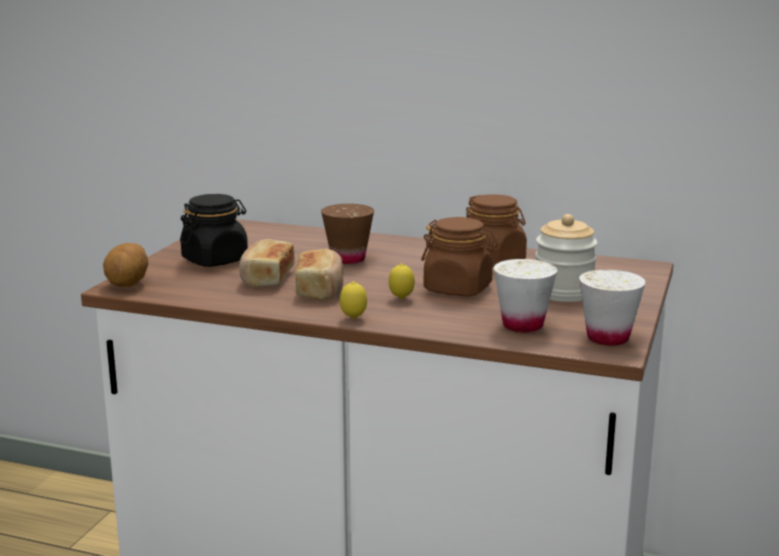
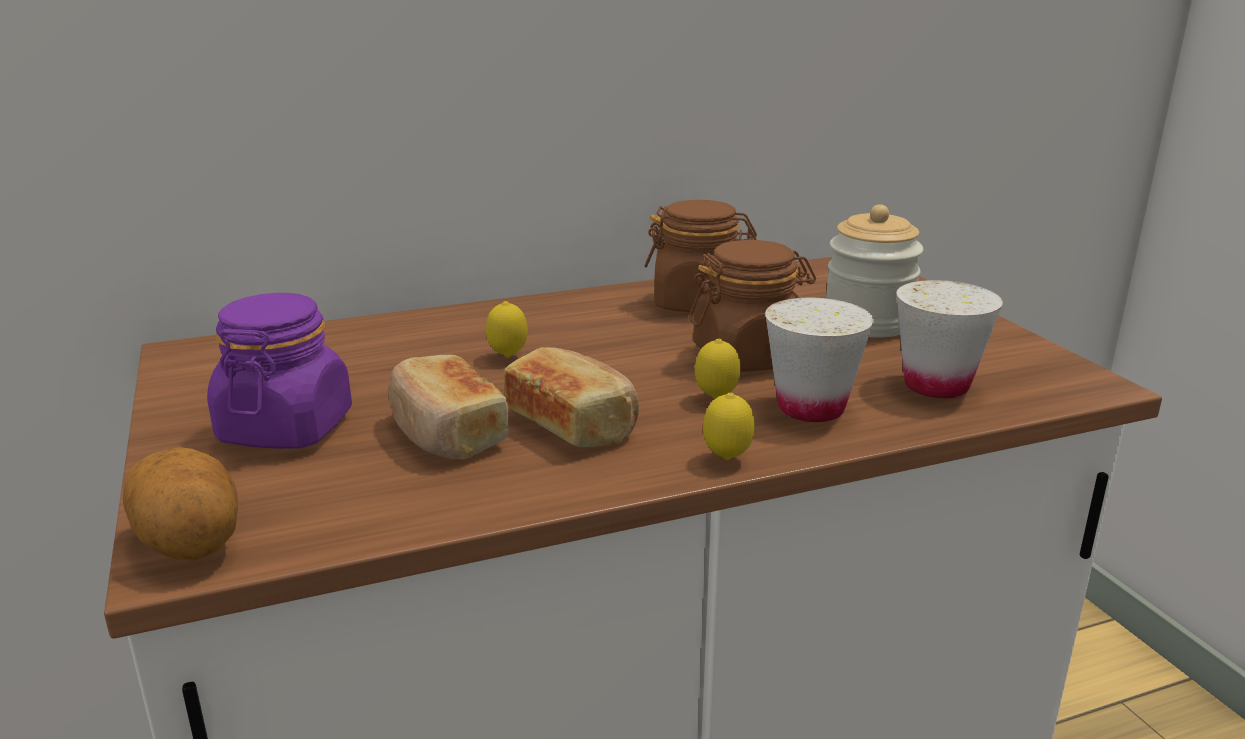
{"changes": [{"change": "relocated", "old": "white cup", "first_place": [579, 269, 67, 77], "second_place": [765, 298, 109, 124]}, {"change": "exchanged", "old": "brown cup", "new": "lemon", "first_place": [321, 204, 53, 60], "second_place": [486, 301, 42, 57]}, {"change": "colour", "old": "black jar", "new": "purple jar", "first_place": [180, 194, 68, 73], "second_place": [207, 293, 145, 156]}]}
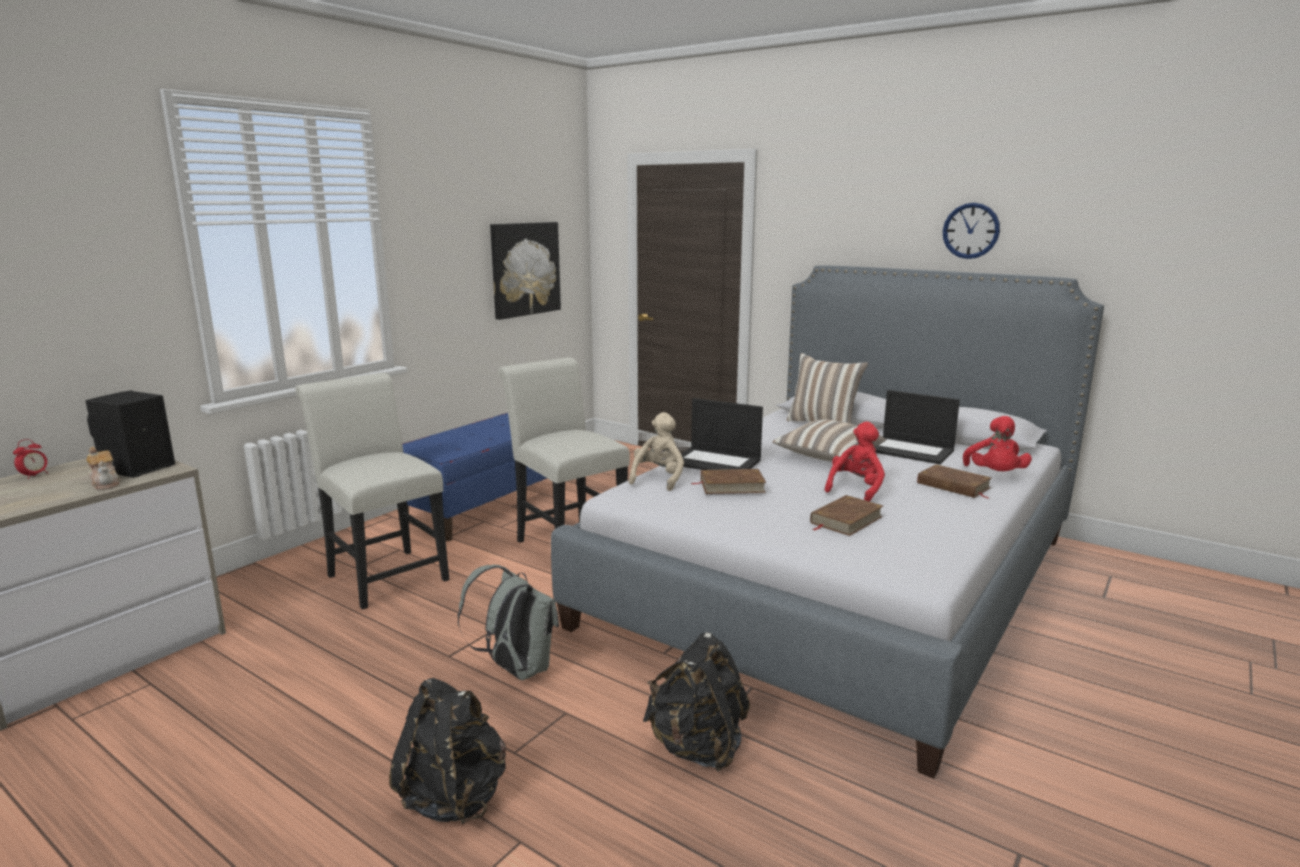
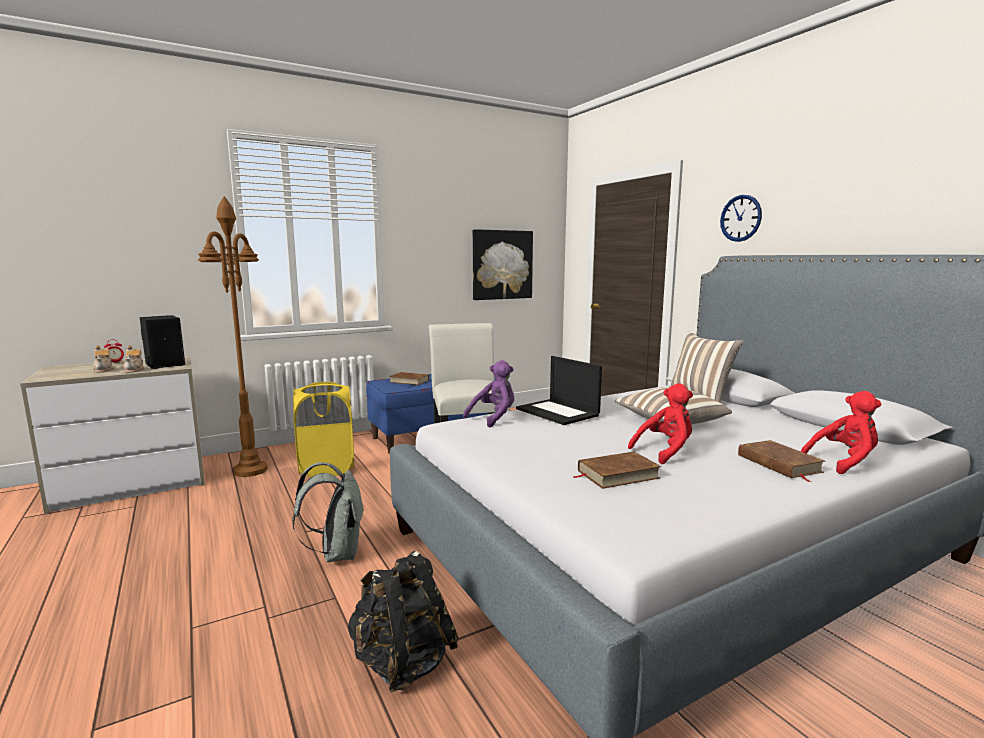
{"changes": [{"change": "missing", "old": "black backpack", "first_place": [389, 678, 117, 146]}, {"change": "missing", "old": "laptop", "first_place": [875, 390, 85, 74]}, {"change": "appeared", "new": "teapot", "second_place": [93, 345, 21, 28]}, {"change": "appeared", "new": "brown floor lamp", "second_place": [198, 196, 70, 281]}, {"change": "relocated", "old": "brown book", "first_place": [692, 469, 74, 25], "second_place": [389, 372, 40, 13]}, {"change": "relocated", "old": "wall clock", "first_place": [943, 203, 57, 56], "second_place": [720, 195, 42, 47]}, {"change": "exchanged", "old": "white chair", "new": "yellow laundry basket", "first_place": [295, 373, 155, 236], "second_place": [293, 381, 61, 96]}, {"change": "colour", "old": "beige plush toy", "new": "purple plush toy", "first_place": [629, 412, 55, 79], "second_place": [463, 360, 51, 67]}, {"change": "spun", "old": "red plush toy", "first_place": [963, 416, 69, 55], "second_place": [801, 391, 80, 83], "degrees": -135}]}
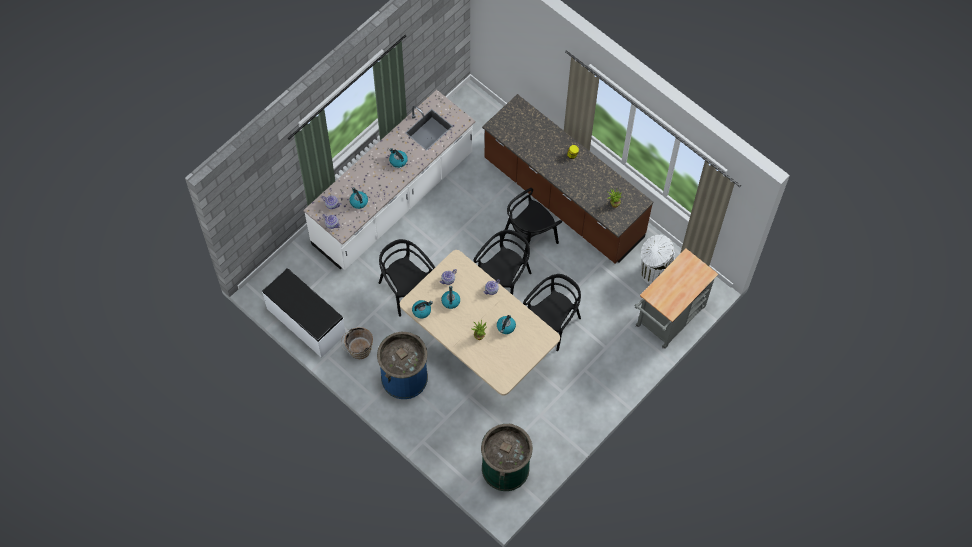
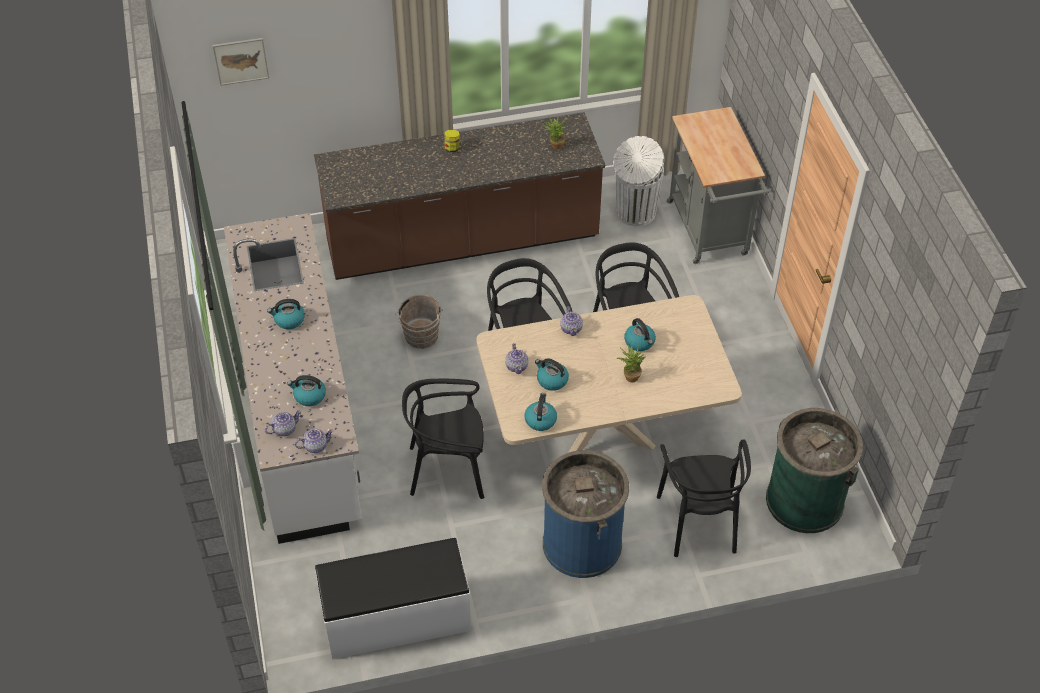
{"changes": [{"change": "appeared", "new": "picture", "second_place": [212, 38, 57, 48]}, {"change": "relocated", "old": "brown bucket", "first_place": [341, 327, 32, 32], "second_place": [396, 295, 47, 54]}, {"change": "relocated", "old": "black chair", "first_place": [503, 188, 59, 71], "second_place": [657, 439, 94, 118]}]}
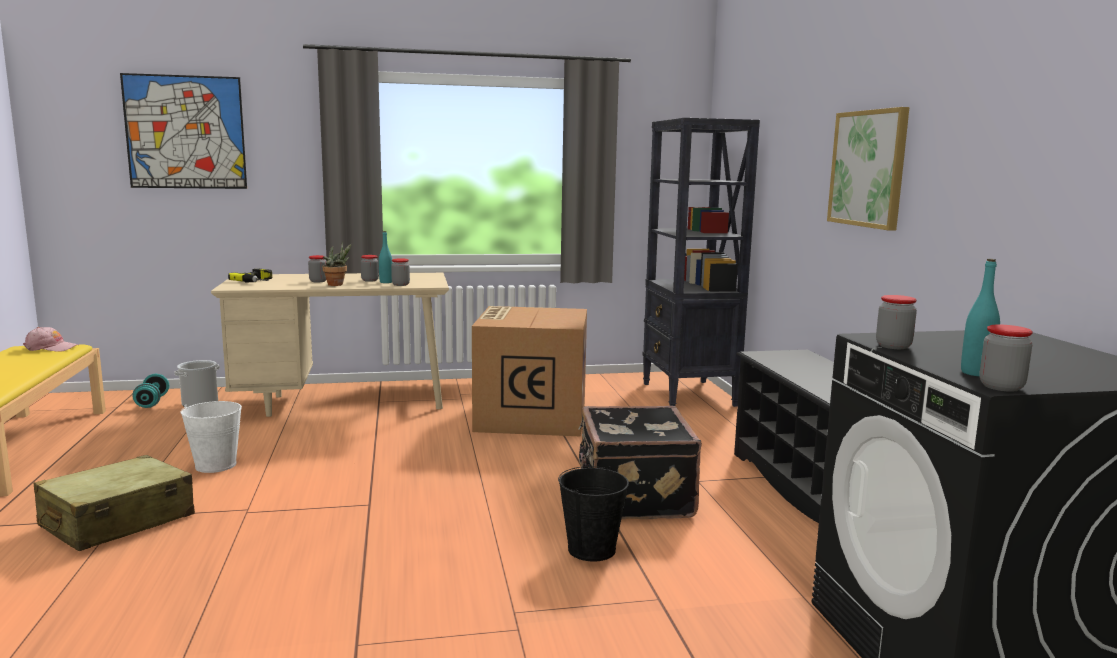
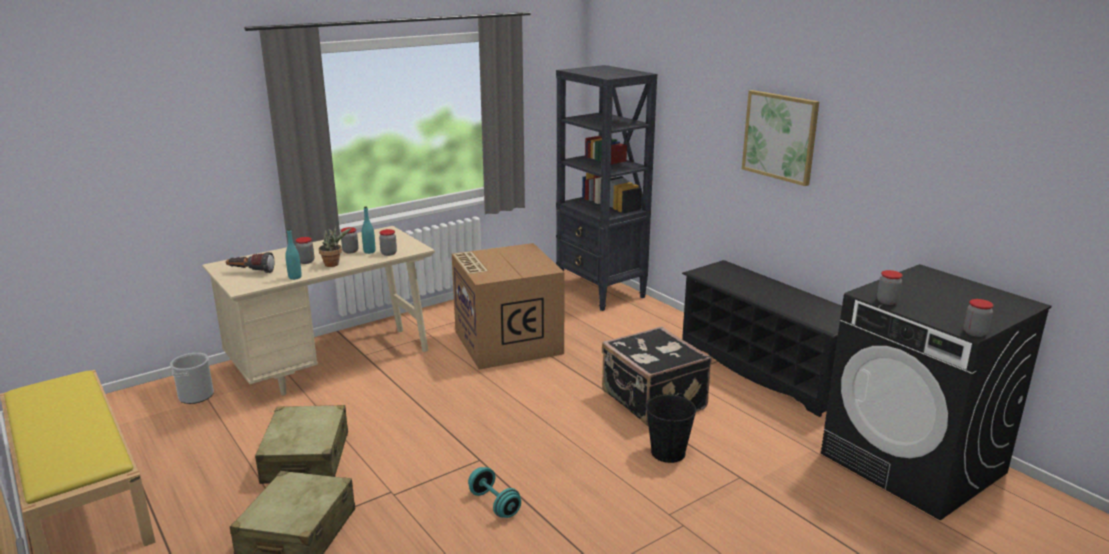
{"changes": [{"change": "missing", "old": "pink cap", "first_place": [23, 327, 56, 25]}, {"change": "missing", "old": "picture", "first_place": [120, 73, 127, 116]}, {"change": "relocated", "old": "turquoise dumbbell", "first_place": [132, 374, 37, 34], "second_place": [468, 467, 53, 51]}, {"change": "relocated", "old": "turquoise bottle", "first_place": [961, 259, 39, 117], "second_place": [285, 229, 17, 51]}, {"change": "exchanged", "old": "white bucket", "new": "beige suitcase", "first_place": [180, 401, 62, 72], "second_place": [255, 405, 93, 79]}, {"change": "exchanged", "old": "power drill", "new": "flashlight", "first_place": [228, 269, 44, 14], "second_place": [226, 252, 48, 21]}]}
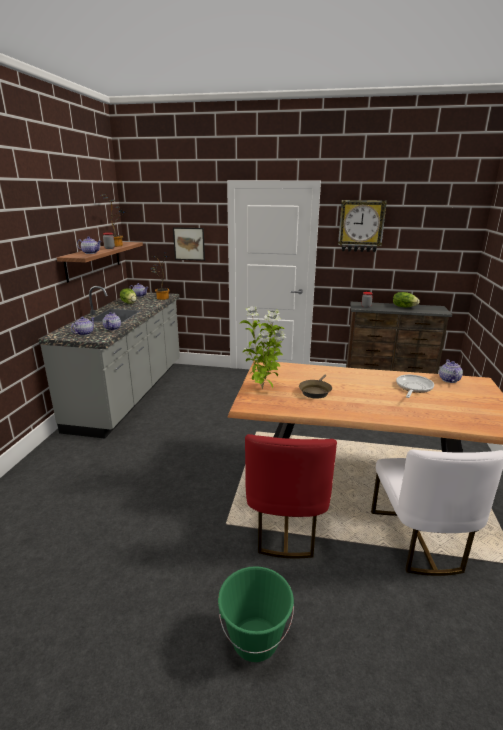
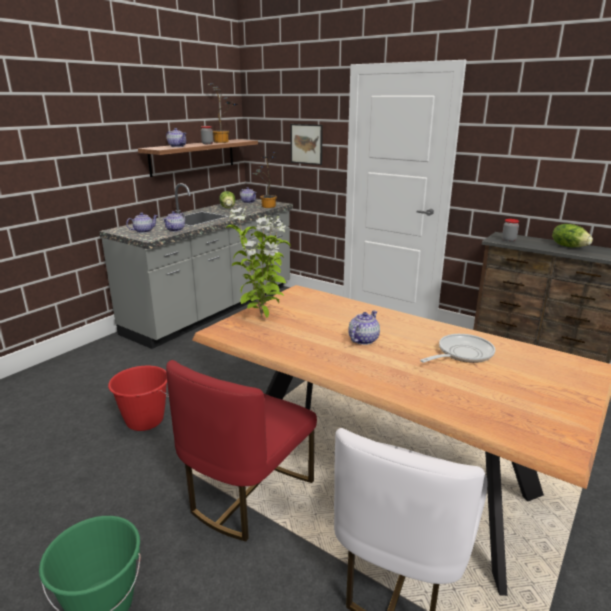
{"changes": [{"change": "missing", "old": "brown frying pan", "first_place": [299, 375, 33, 24]}, {"change": "missing", "old": "wall clock", "first_place": [338, 200, 49, 52]}, {"change": "appeared", "new": "red bucket", "second_place": [108, 366, 61, 65]}, {"change": "relocated", "old": "teapot", "first_place": [439, 360, 24, 23], "second_place": [348, 311, 32, 34]}]}
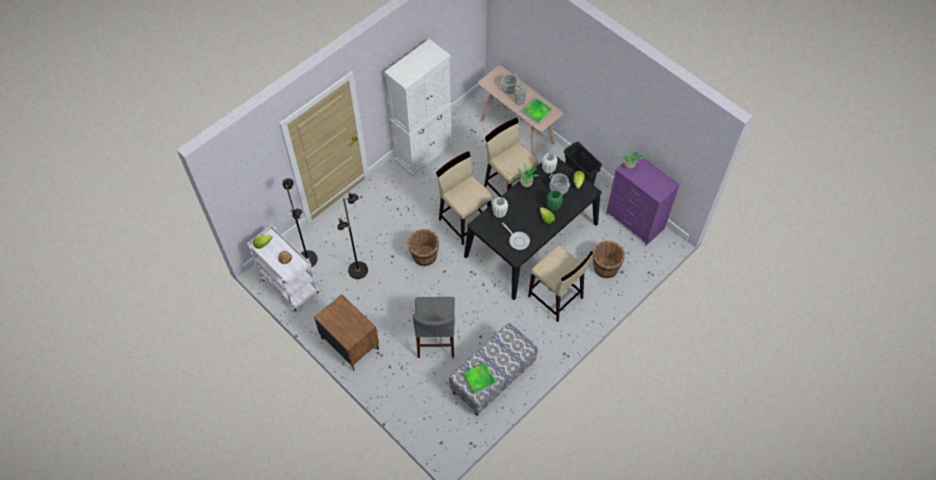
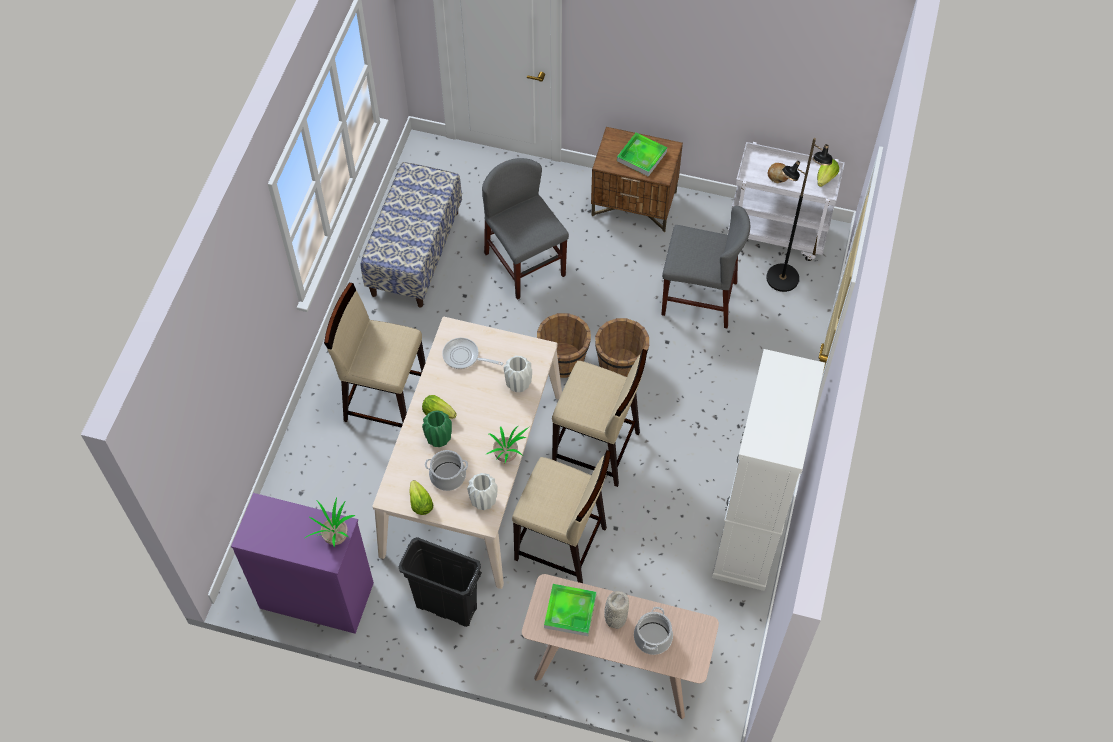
{"changes": [{"change": "relocated", "old": "tray", "first_place": [463, 362, 34, 33], "second_place": [617, 133, 50, 44]}, {"change": "relocated", "old": "brown bucket", "first_place": [593, 241, 32, 38], "second_place": [537, 313, 54, 65]}, {"change": "exchanged", "old": "black floor lamp", "new": "grey chair", "first_place": [337, 192, 31, 87], "second_place": [661, 206, 89, 123]}, {"change": "colour", "old": "black dining table", "new": "beige dining table", "first_place": [464, 153, 137, 147], "second_place": [372, 317, 190, 272]}]}
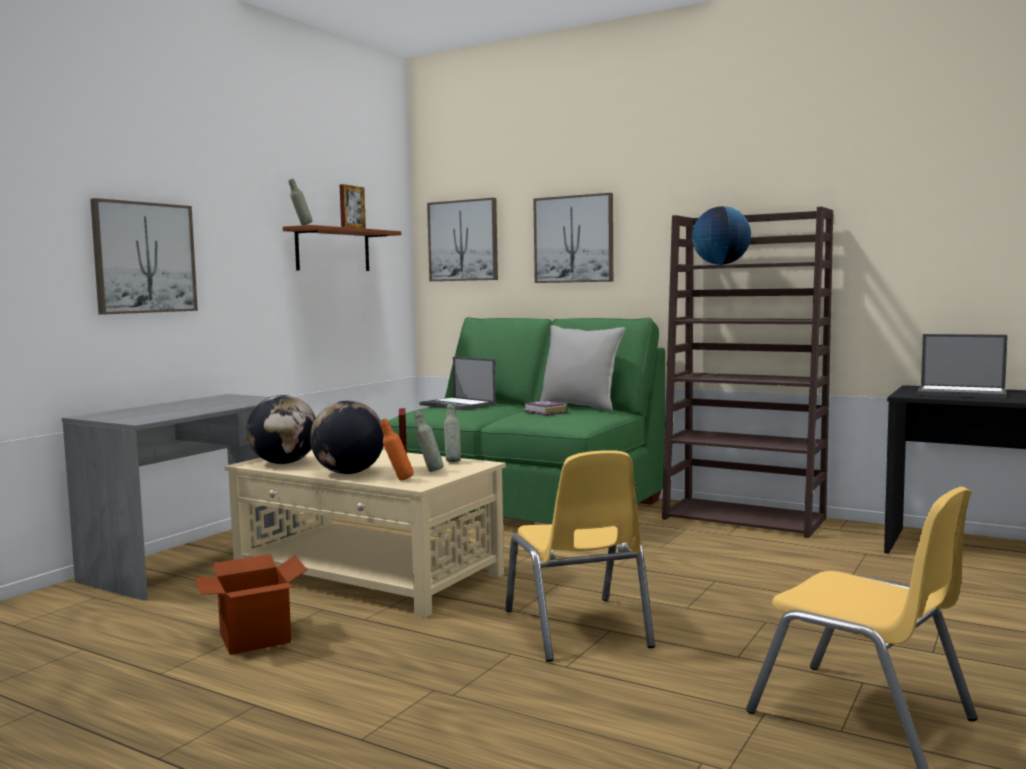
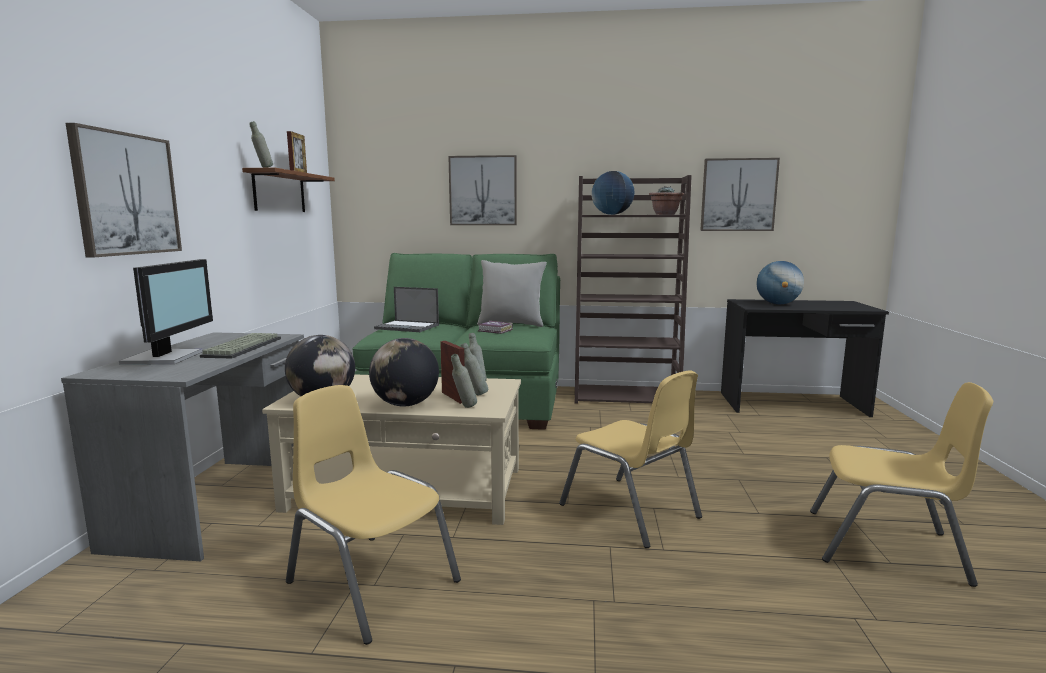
{"changes": [{"change": "appeared", "new": "monitor", "second_place": [119, 259, 94, 106]}, {"change": "appeared", "new": "keyboard", "second_place": [200, 333, 81, 25]}, {"change": "appeared", "new": "potted plant", "second_place": [649, 186, 35, 29]}, {"change": "relocated", "old": "picture", "first_place": [427, 198, 71, 83], "second_place": [700, 158, 80, 73]}, {"change": "exchanged", "old": "cardboard box", "new": "yellow chair", "first_place": [194, 554, 113, 101], "second_place": [286, 385, 175, 260]}, {"change": "exchanged", "old": "laptop", "new": "globe", "first_place": [917, 334, 91, 65], "second_place": [757, 261, 47, 44]}, {"change": "colour", "old": "orange bottle", "new": "grey bottle", "first_place": [380, 418, 34, 63], "second_place": [451, 354, 26, 54]}]}
